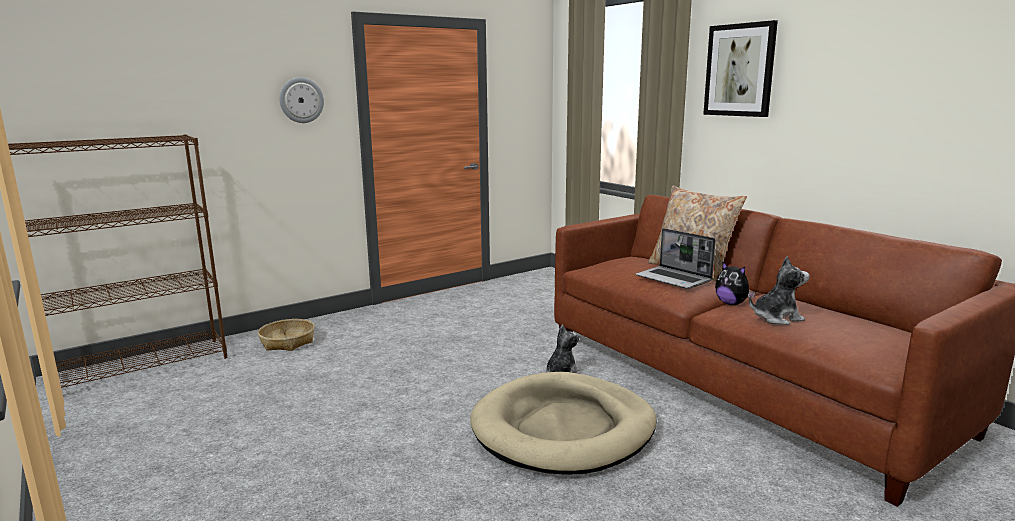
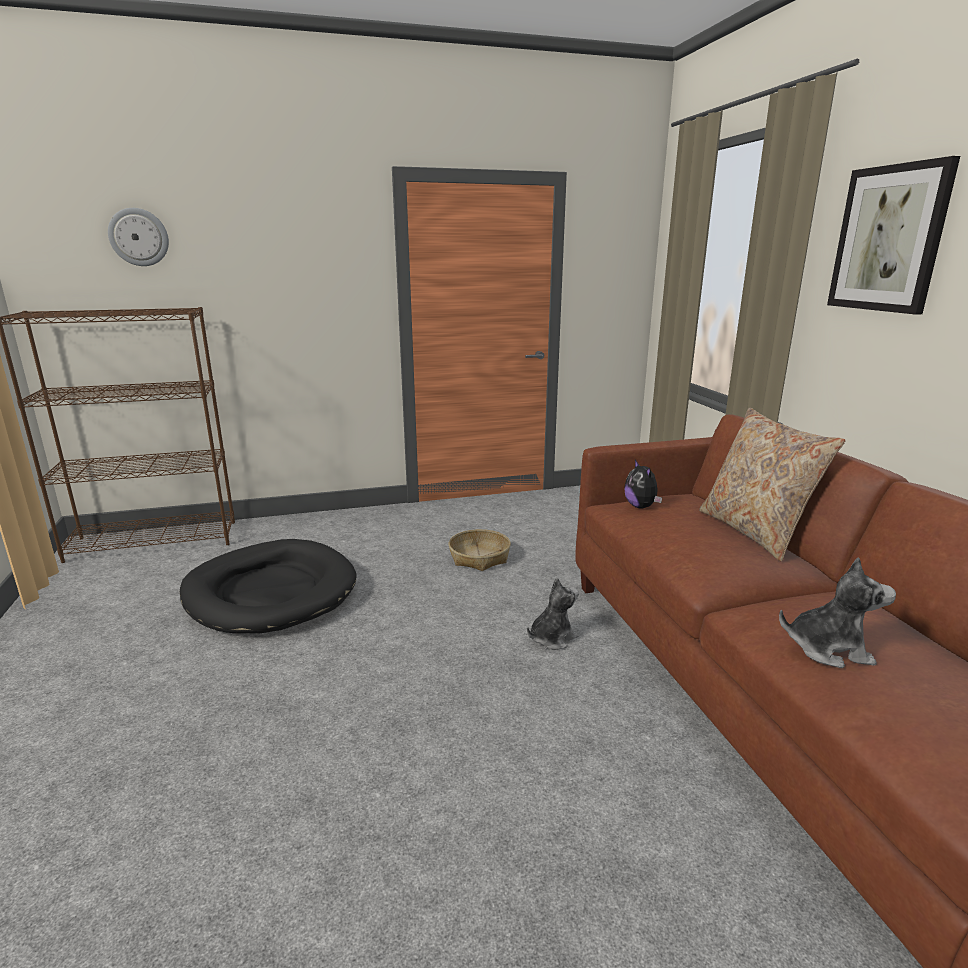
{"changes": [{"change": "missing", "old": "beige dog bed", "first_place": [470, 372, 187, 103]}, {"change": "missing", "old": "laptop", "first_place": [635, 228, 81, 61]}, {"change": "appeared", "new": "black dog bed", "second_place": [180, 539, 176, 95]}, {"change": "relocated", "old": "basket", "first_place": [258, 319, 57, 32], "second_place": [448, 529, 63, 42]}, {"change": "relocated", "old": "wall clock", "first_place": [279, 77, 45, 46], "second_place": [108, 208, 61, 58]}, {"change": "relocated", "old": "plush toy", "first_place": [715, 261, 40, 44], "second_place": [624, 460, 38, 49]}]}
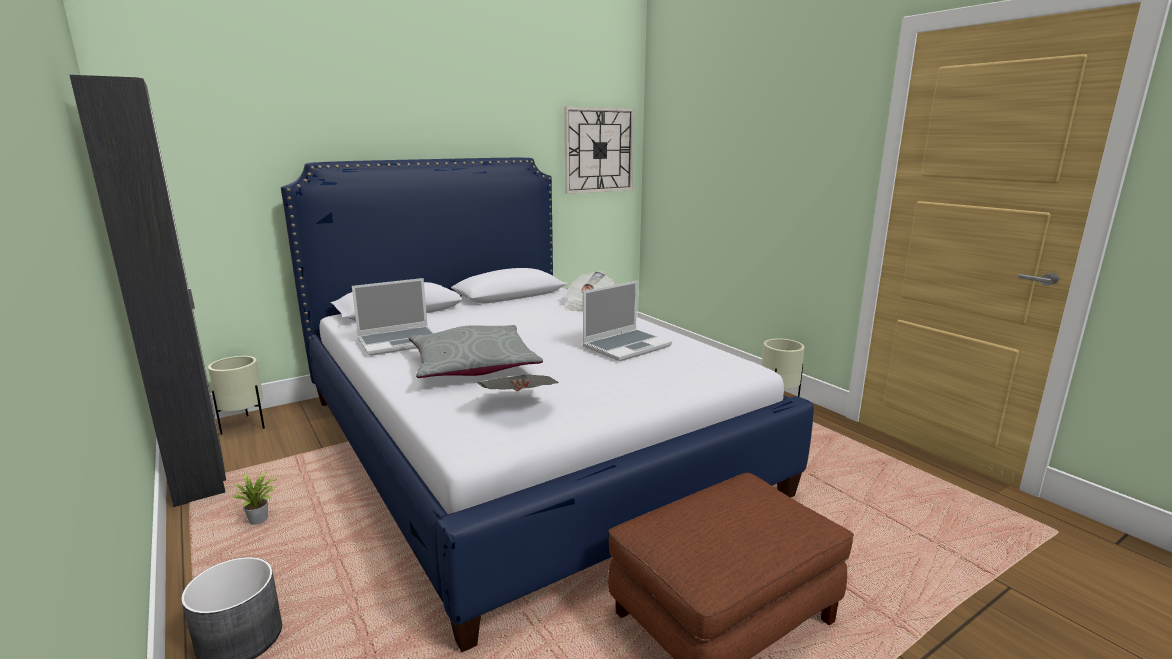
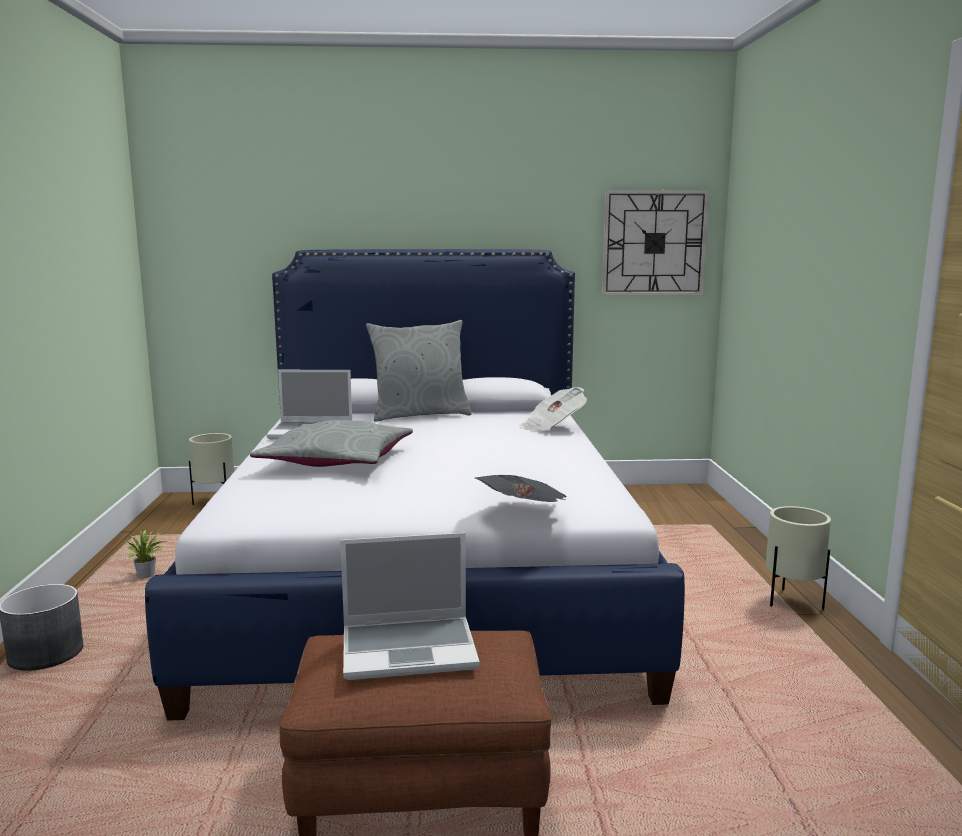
{"changes": [{"change": "missing", "old": "black wardrobe", "first_place": [70, 75, 156, 432]}, {"change": "appeared", "new": "grey pillow", "second_place": [366, 320, 106, 102]}, {"change": "relocated", "old": "newspaper", "first_place": [476, 375, 83, 16], "second_place": [475, 475, 91, 27]}, {"change": "relocated", "old": "laptop", "first_place": [583, 281, 89, 80], "second_place": [340, 533, 140, 147]}]}
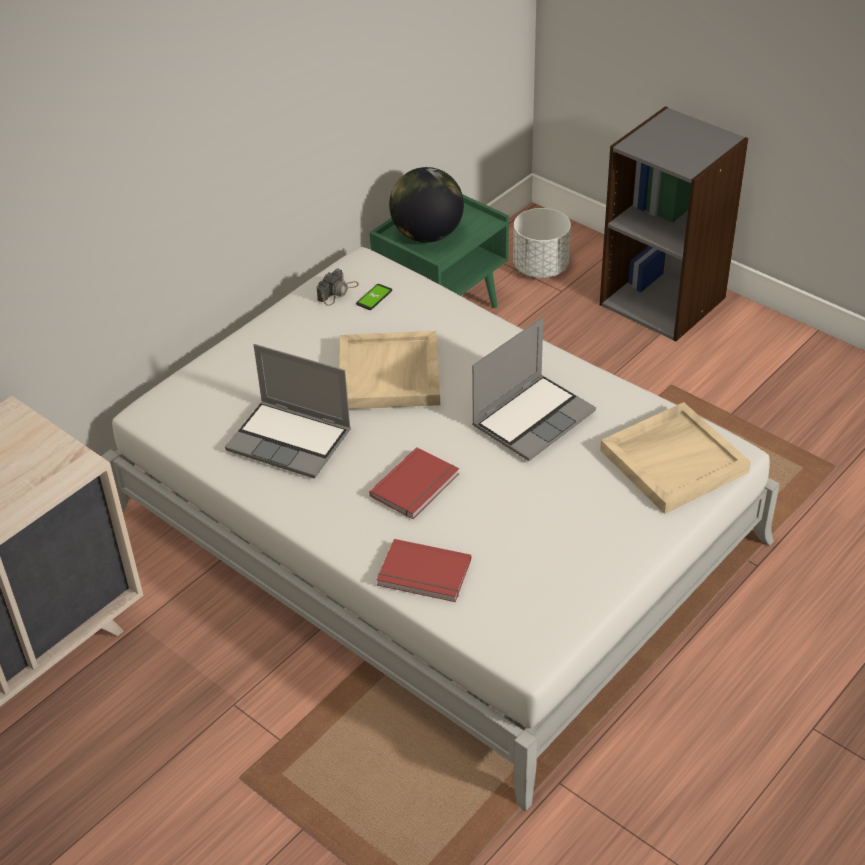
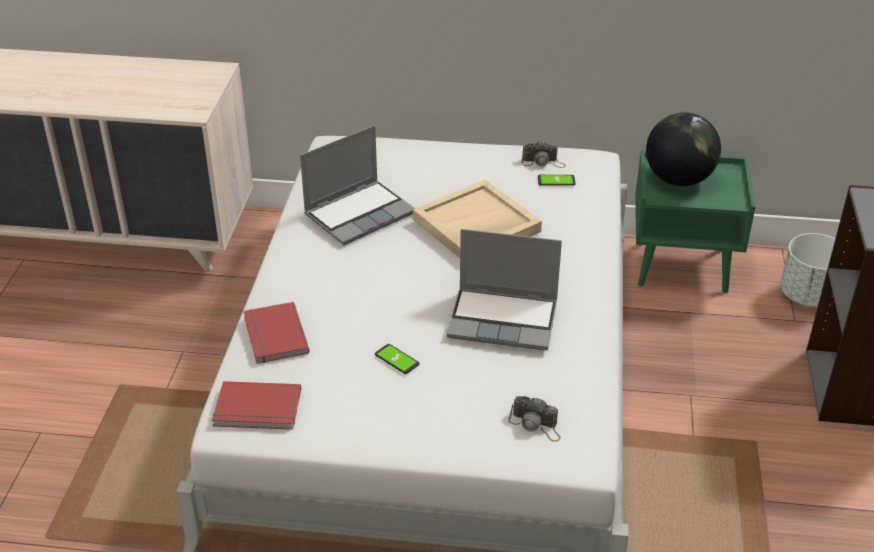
{"changes": [{"change": "appeared", "new": "phone", "second_place": [375, 344, 45, 30]}, {"change": "relocated", "old": "red book", "first_place": [369, 447, 90, 72], "second_place": [212, 381, 89, 49]}, {"change": "exchanged", "old": "beige tray", "new": "photo camera", "first_place": [600, 402, 151, 112], "second_place": [508, 396, 53, 46]}, {"change": "spun", "old": "laptop", "first_place": [225, 344, 126, 134], "second_place": [300, 125, 115, 120], "degrees": -120}]}
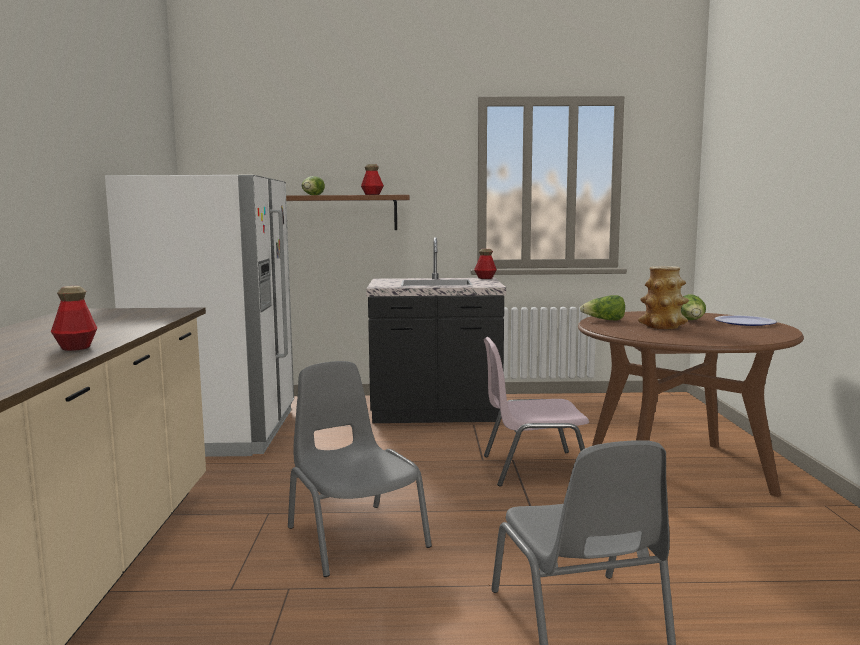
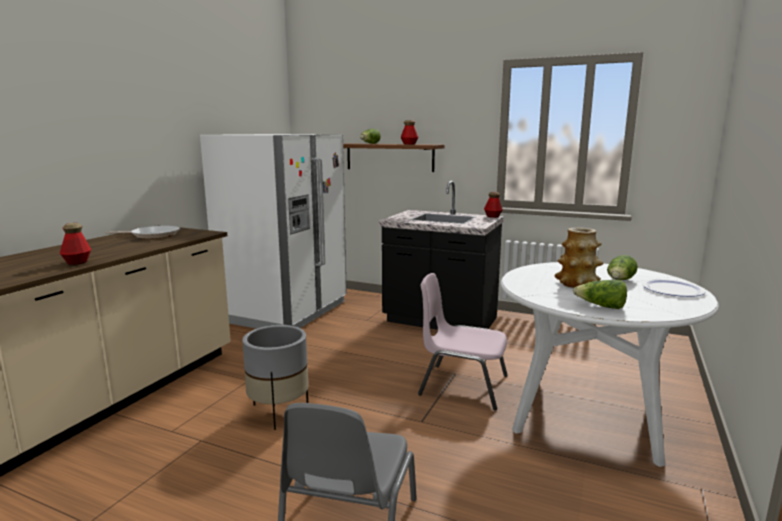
{"changes": [{"change": "appeared", "new": "frying pan", "second_place": [106, 226, 74, 13]}, {"change": "relocated", "old": "lettuce", "first_place": [580, 295, 45, 25], "second_place": [573, 280, 54, 29]}, {"change": "exchanged", "old": "grey chair", "new": "grey planter", "first_place": [288, 361, 144, 216], "second_place": [242, 325, 67, 105]}, {"change": "colour", "old": "brown dining table", "new": "white dining table", "first_place": [578, 311, 226, 186], "second_place": [501, 262, 218, 205]}]}
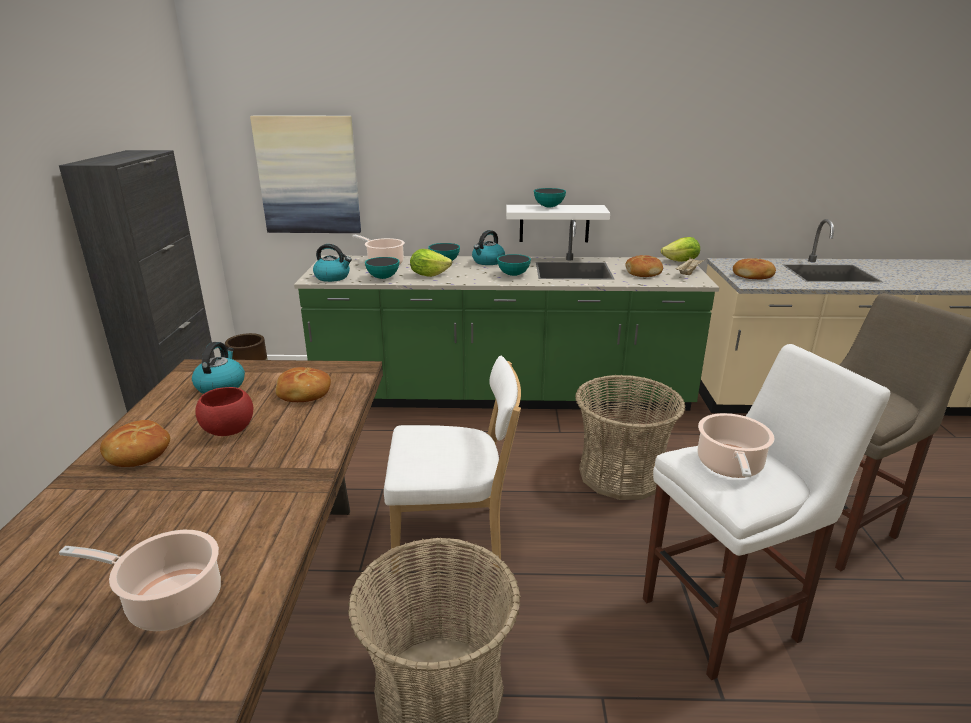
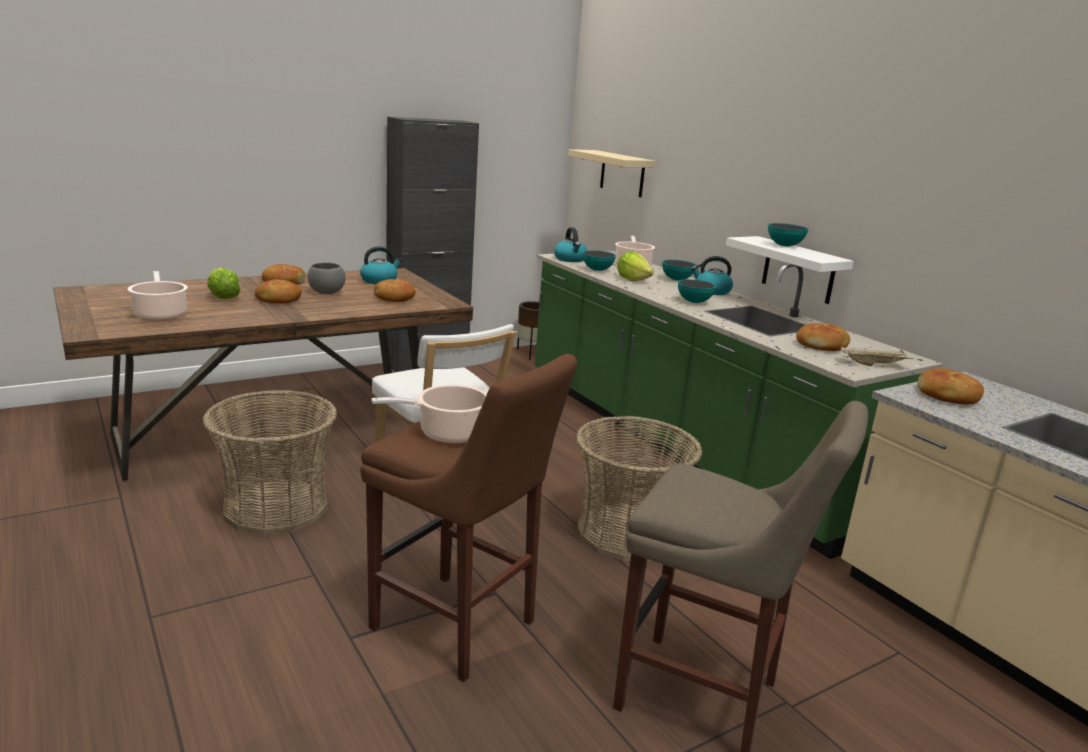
{"changes": [{"change": "appeared", "new": "bread", "second_place": [254, 279, 48, 24]}, {"change": "relocated", "old": "lettuce", "first_place": [661, 237, 39, 25], "second_place": [207, 268, 33, 31]}, {"change": "exchanged", "old": "picture", "new": "beige shelf", "first_place": [250, 116, 111, 117], "second_place": [568, 149, 87, 48]}, {"change": "colour", "old": "red bowl", "new": "grey bowl", "first_place": [195, 387, 58, 49], "second_place": [307, 262, 38, 32]}, {"change": "colour", "old": "white stool", "new": "brown stool", "first_place": [643, 344, 247, 336], "second_place": [360, 354, 217, 328]}]}
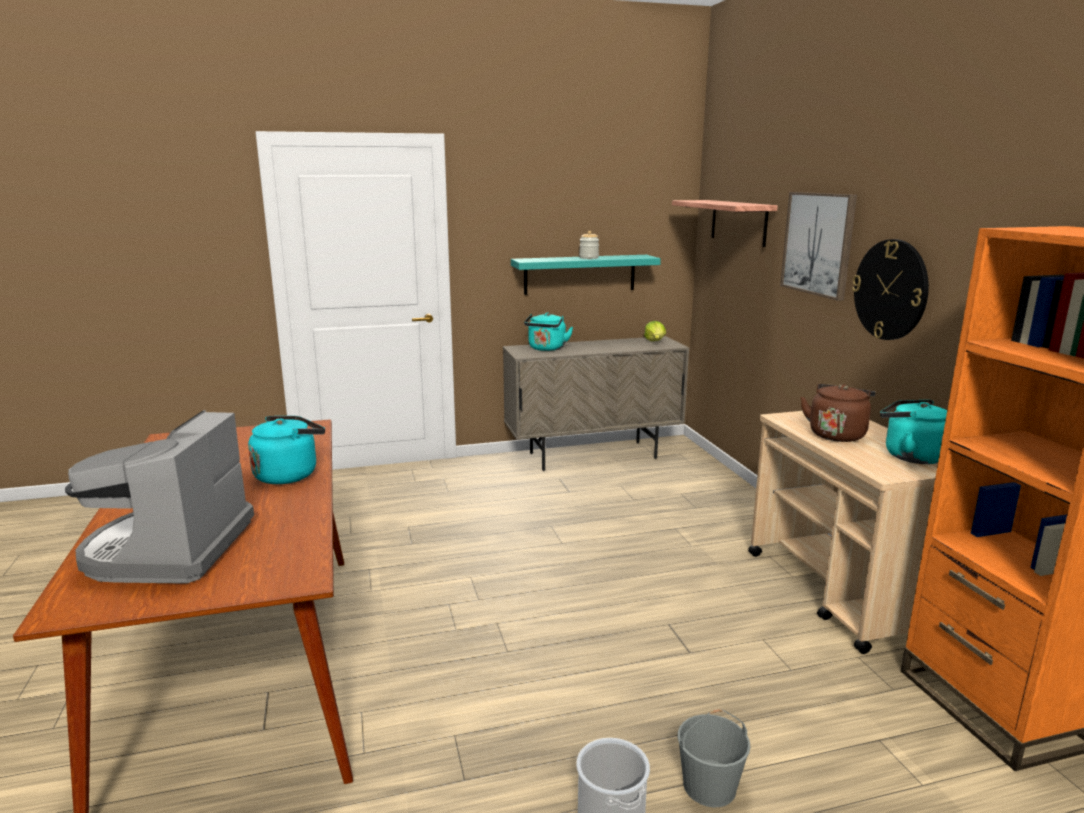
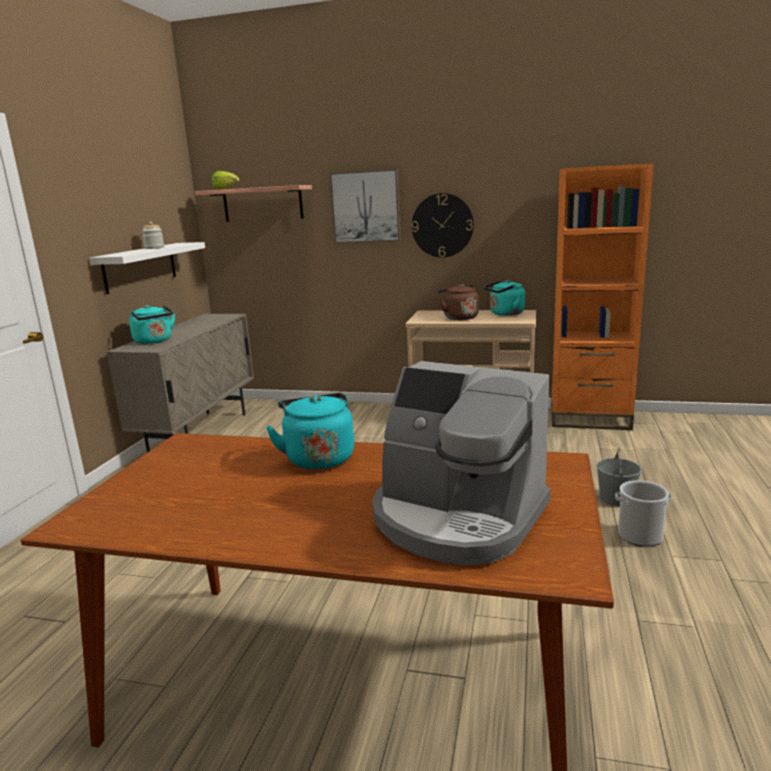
{"changes": [{"change": "relocated", "old": "lettuce", "first_place": [644, 321, 22, 20], "second_place": [212, 171, 28, 19]}, {"change": "colour", "old": "turquoise shelf", "new": "white shelf", "first_place": [511, 255, 150, 40], "second_place": [90, 242, 115, 52]}]}
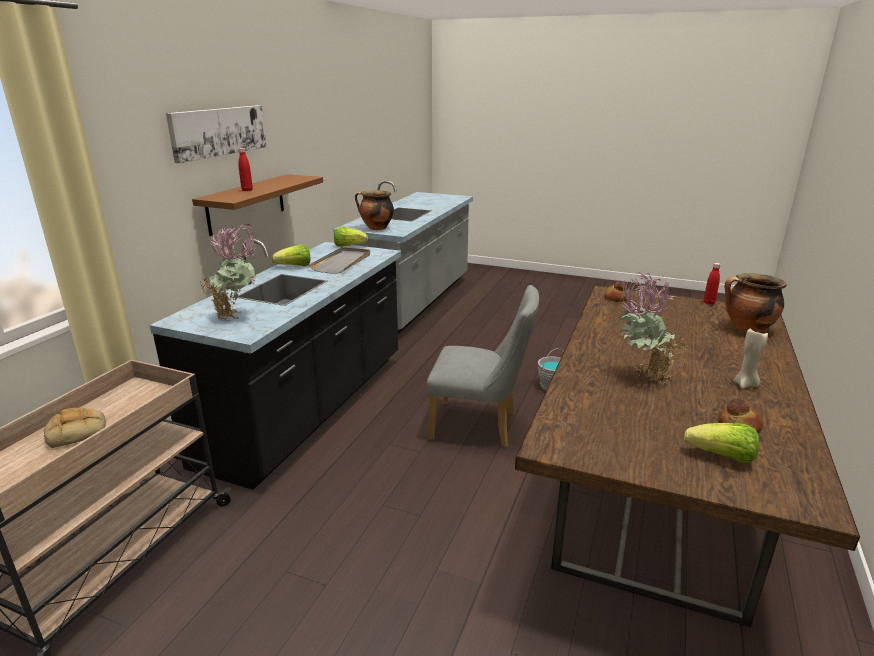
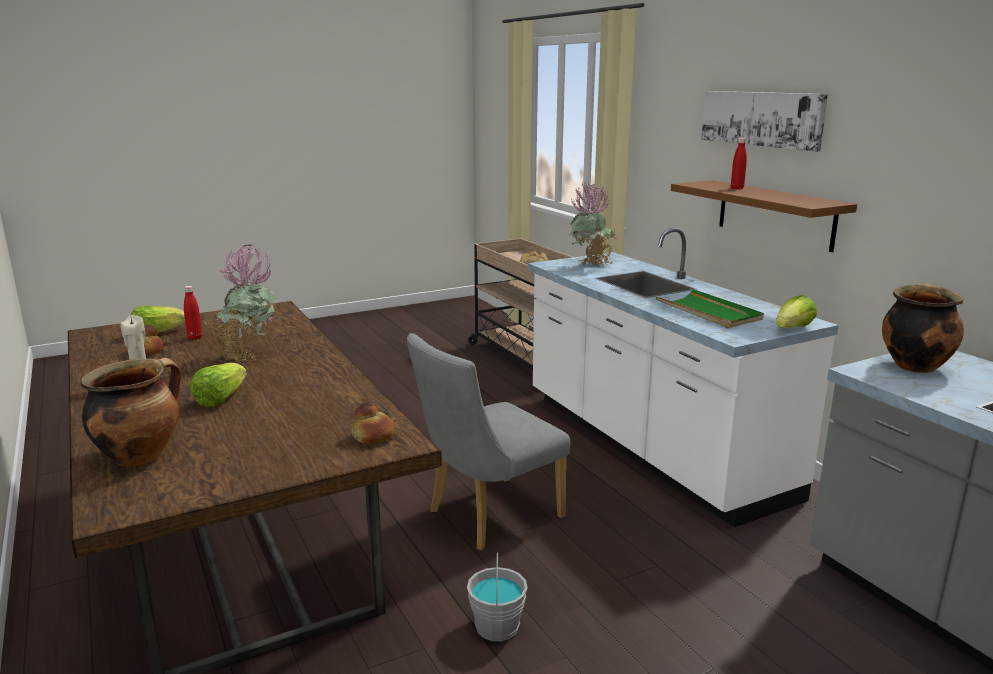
{"changes": [{"change": "relocated", "old": "lettuce", "first_place": [272, 244, 38, 22], "second_place": [190, 363, 57, 44]}, {"change": "relocated", "old": "red bottle", "first_place": [704, 263, 17, 42], "second_place": [184, 286, 18, 54]}, {"change": "colour", "old": "black counter", "new": "white counter", "first_place": [149, 239, 252, 251], "second_place": [528, 228, 311, 299]}, {"change": "colour", "old": "grey tray", "new": "green tray", "first_place": [309, 247, 61, 27], "second_place": [656, 289, 108, 39]}]}
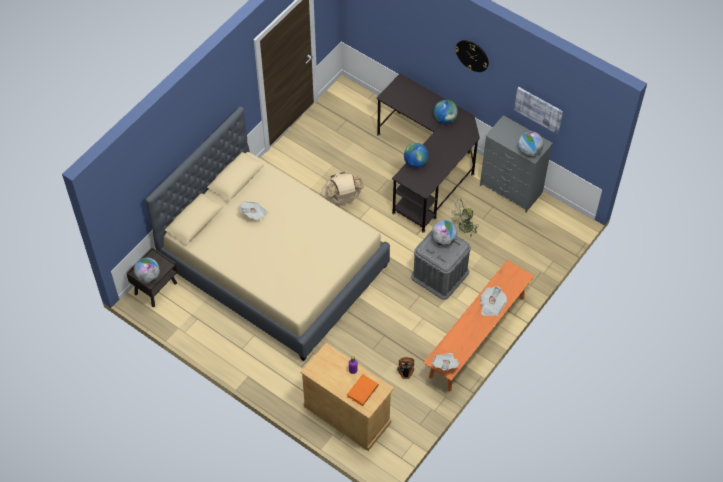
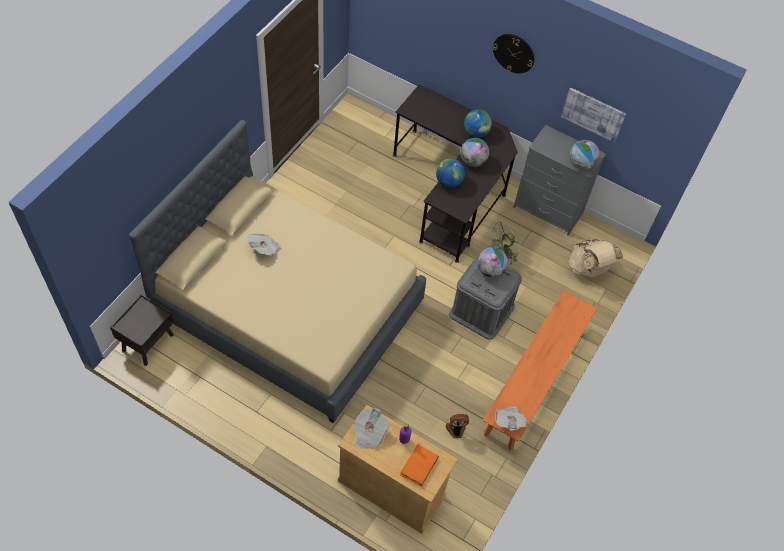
{"changes": [{"change": "relocated", "old": "globe", "first_place": [133, 258, 27, 26], "second_place": [460, 138, 29, 29]}, {"change": "relocated", "old": "beige backpack", "first_place": [322, 172, 42, 33], "second_place": [568, 239, 55, 38]}, {"change": "relocated", "old": "newspaper", "first_place": [480, 286, 27, 30], "second_place": [353, 408, 36, 41]}]}
